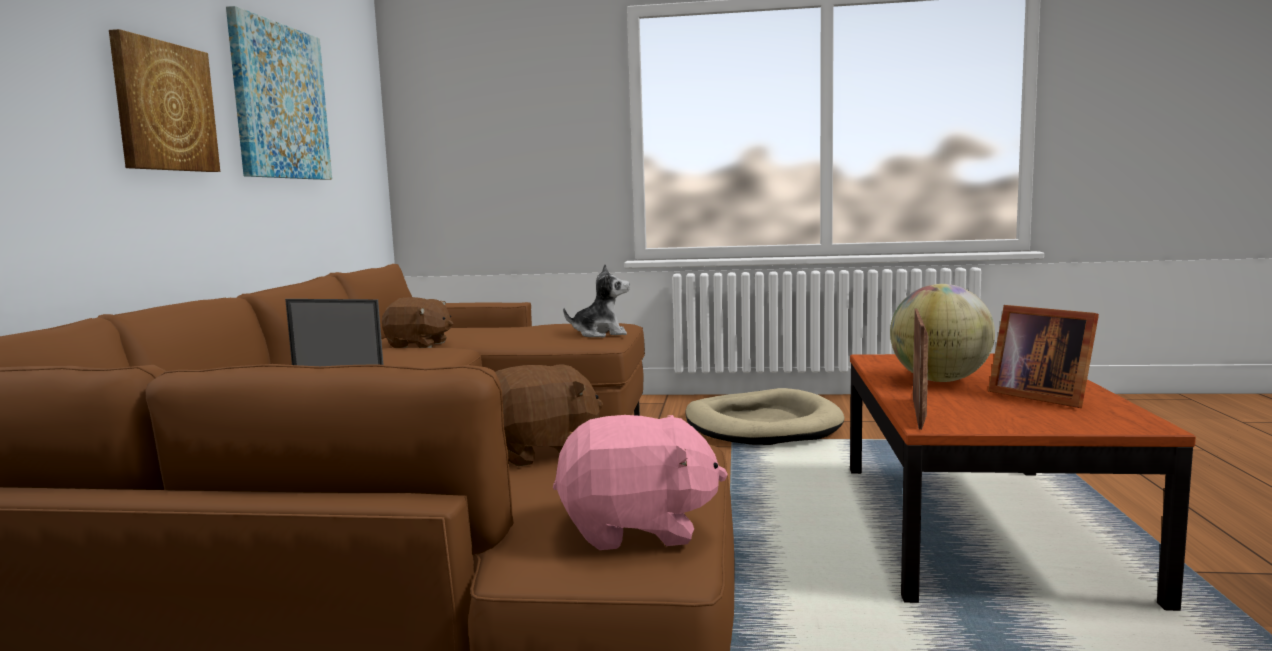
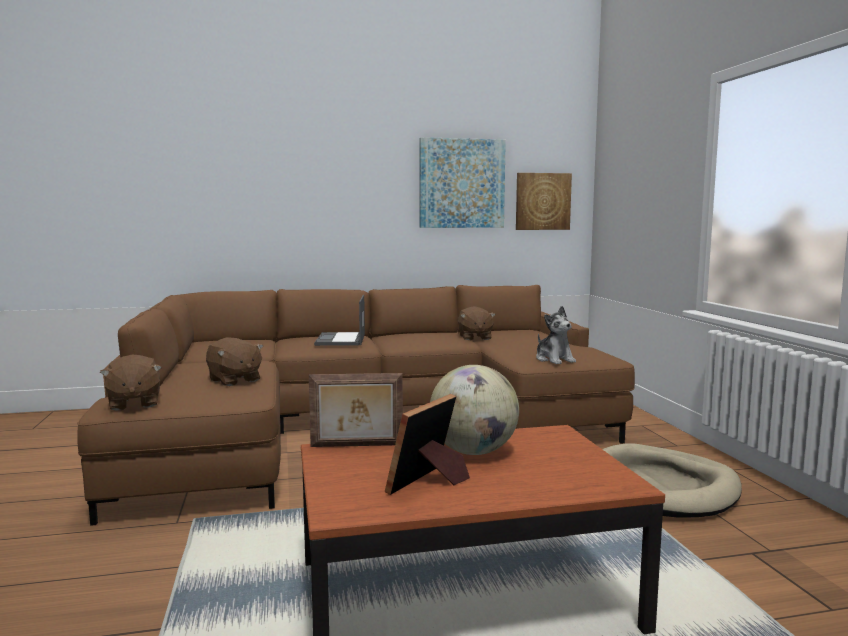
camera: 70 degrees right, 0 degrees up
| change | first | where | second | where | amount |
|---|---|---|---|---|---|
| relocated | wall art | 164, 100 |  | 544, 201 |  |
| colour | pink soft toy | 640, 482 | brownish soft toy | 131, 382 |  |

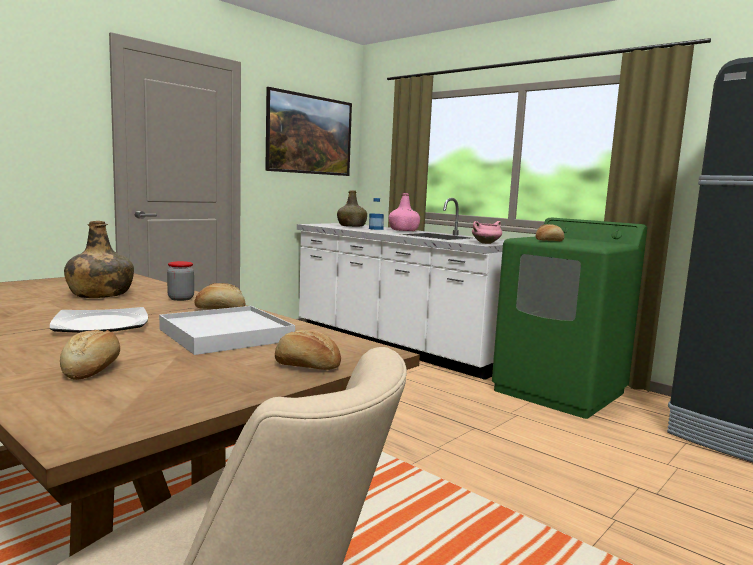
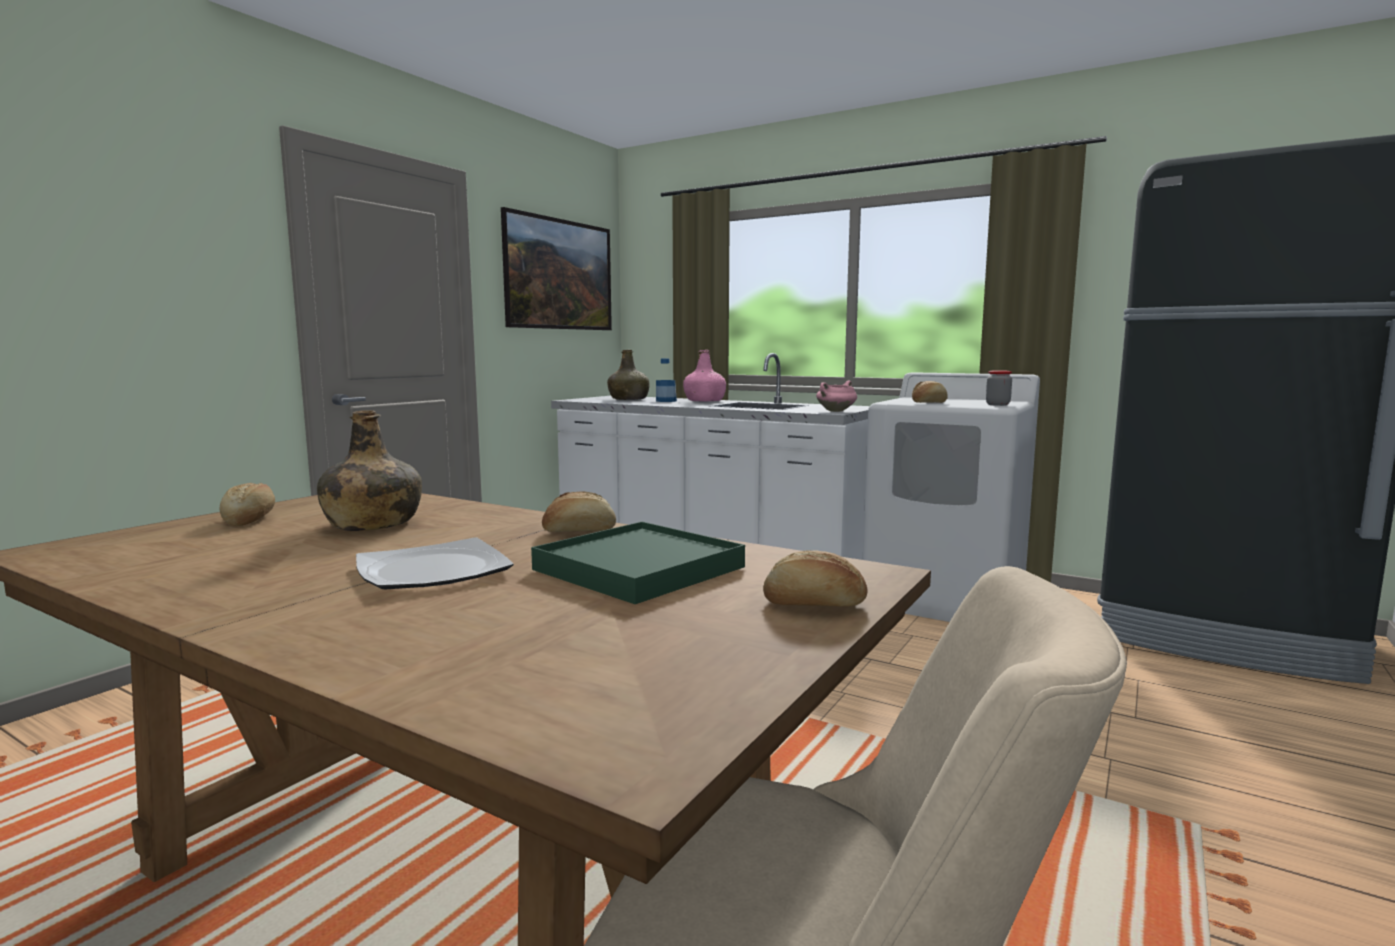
camera: 10 degrees left, 0 degrees up
| change | first | where | second | where | amount |
|---|---|---|---|---|---|
| colour | green washing machine | 569, 318 | white washing machine | 951, 497 |  |
| relocated | preserve jar | 180, 281 |  | 999, 388 |  |
| colour | white serving tray | 227, 330 | green serving tray | 638, 563 |  |
| relocated | bakery bread | 90, 355 |  | 247, 504 |  |

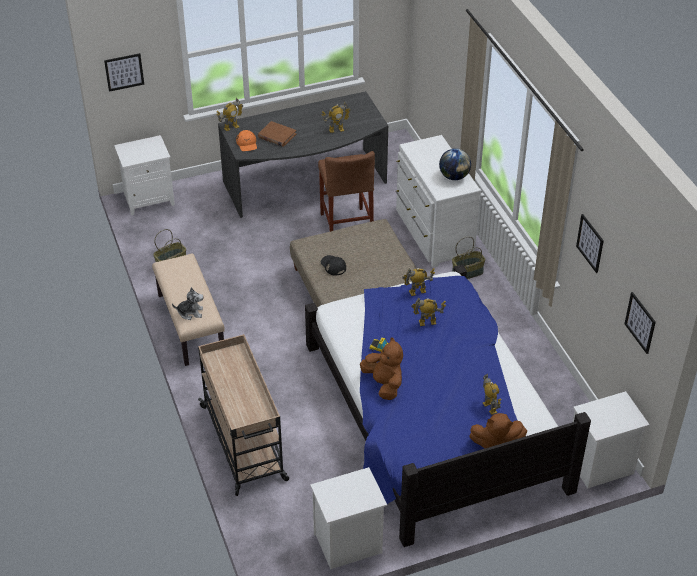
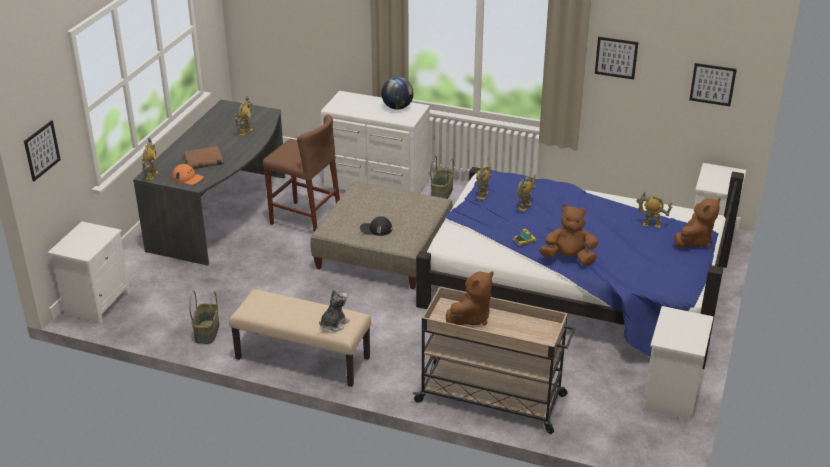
camera: 50 degrees left, 10 degrees down
| change | first | where | second | where | amount |
|---|---|---|---|---|---|
| appeared |  |  | brownish soft toy | 469, 298 |  |

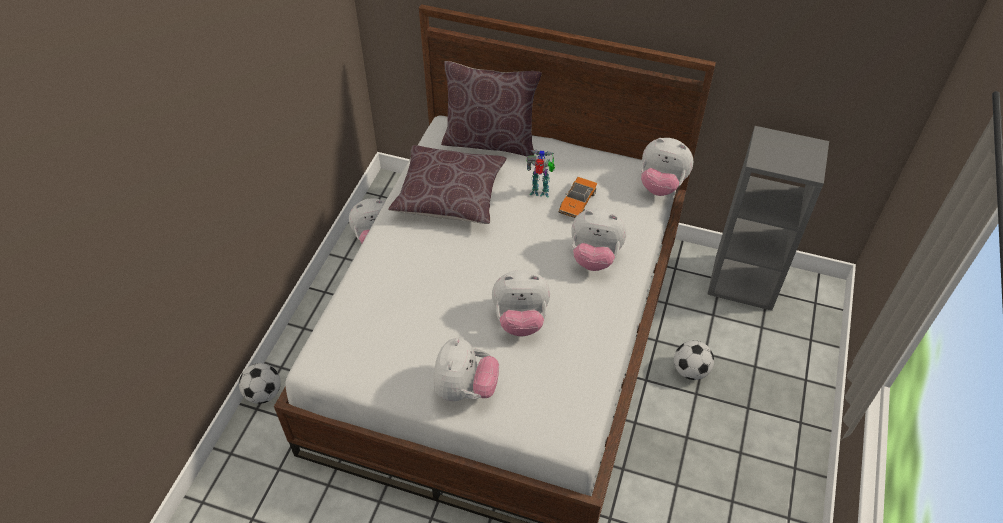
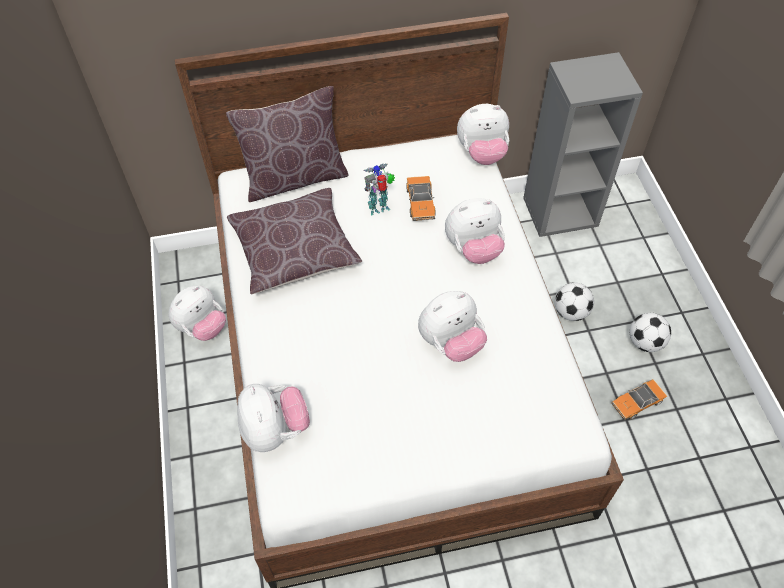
camera: 30 degrees left, 5 degrees up
| change | first | where | second | where | amount |
|---|---|---|---|---|---|
| relocated | soft toy | 466, 369 |  | 273, 418 |  |
| relocated | football ball | 260, 383 |  | 650, 332 |  |
| appeared |  |  | model car | 639, 399 |  |

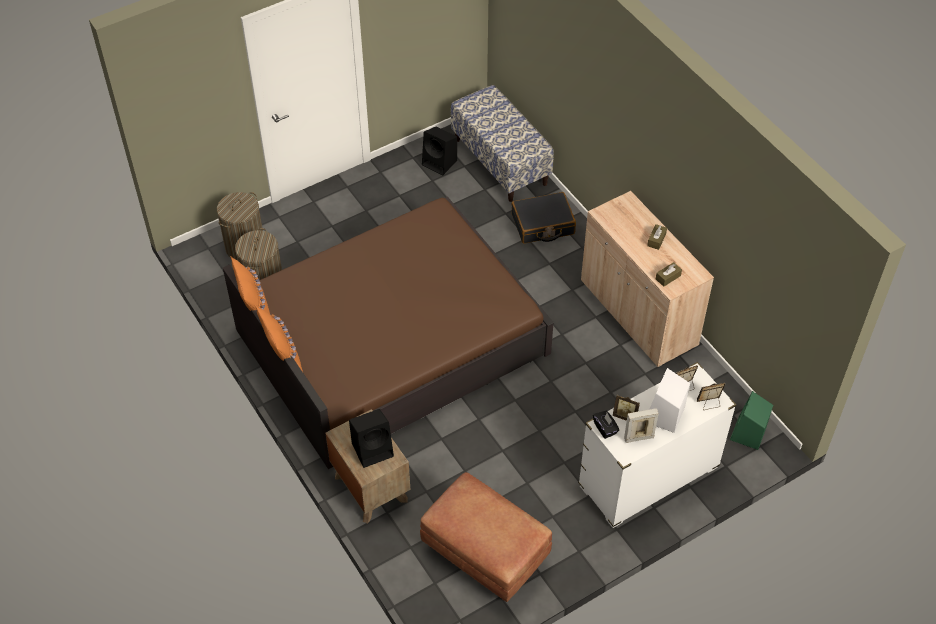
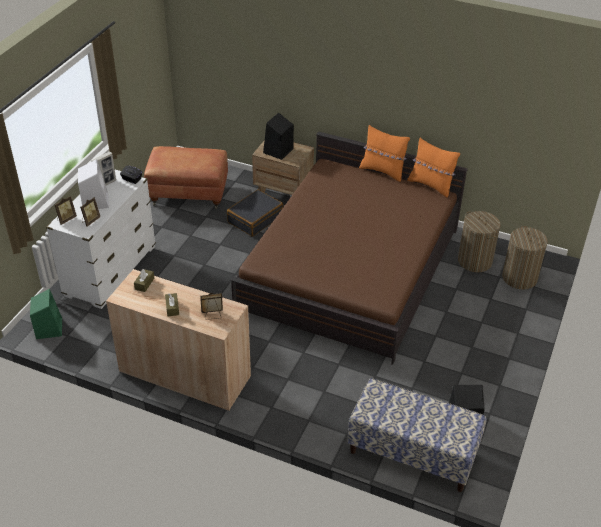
camera: 145 degrees right, 10 degrees down
| change | first | where | second | where | amount |
|---|---|---|---|---|---|
| relocated | black suitcase | 543, 218 |  | 255, 212 |  |
| relocated | standing frame | 626, 408 |  | 211, 306 |  |

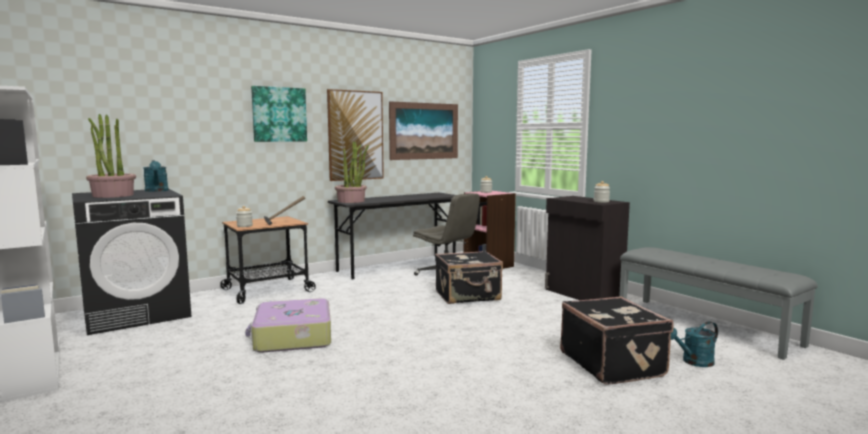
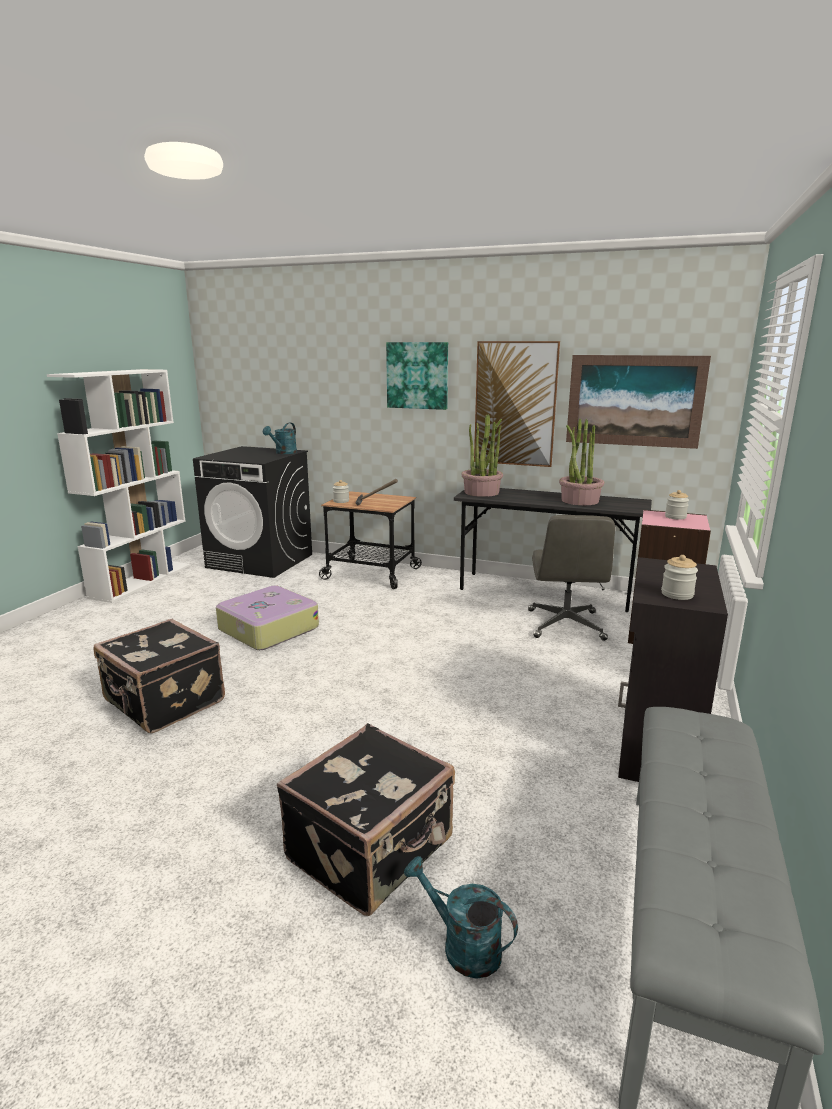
camera: 55 degrees right, 10 degrees up
| change | first | where | second | where | amount |
|---|---|---|---|---|---|
| relocated | plant in a pot | 111, 156 |  | 582, 462 |  |
| relocated | black suitcase | 469, 277 |  | 159, 676 |  |

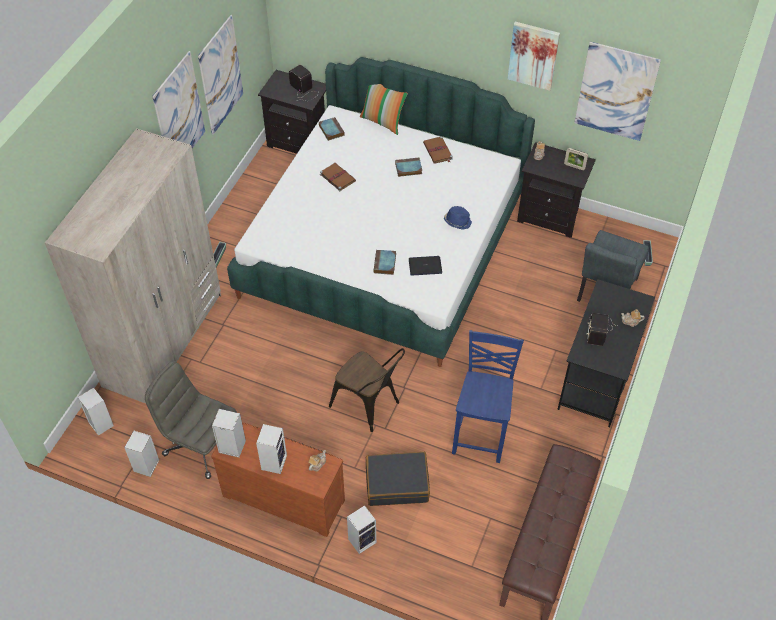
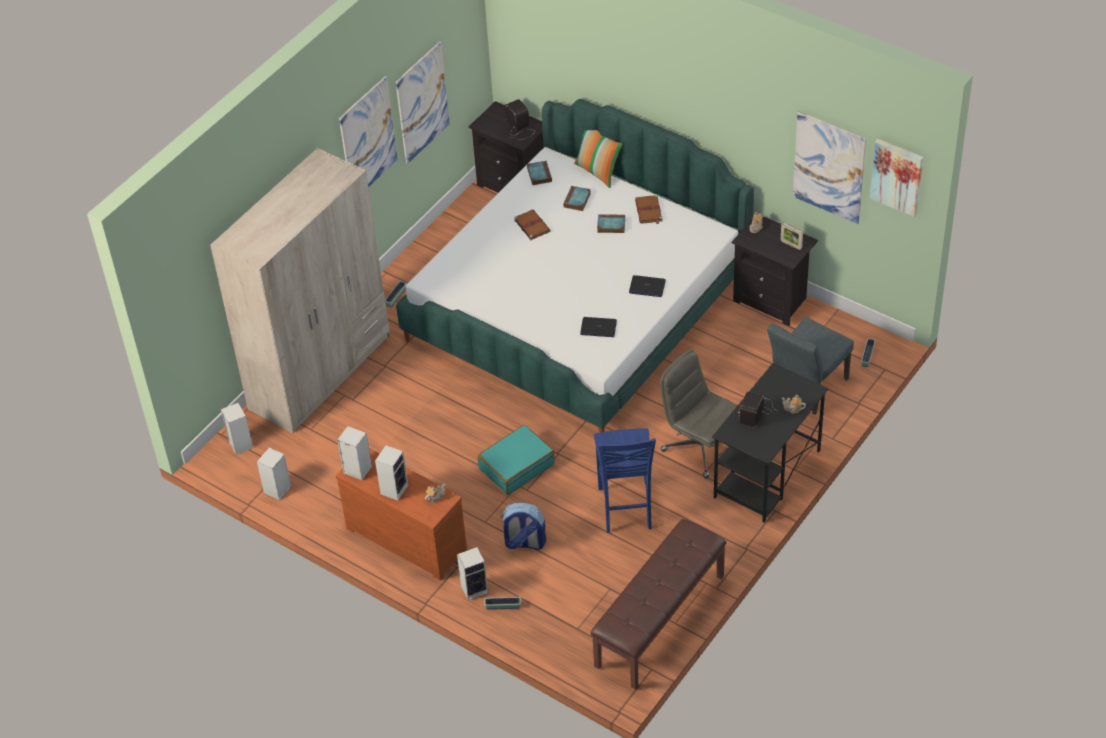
camera: 15 degrees right, 5 degrees down
| change | first | where | second | where | amount |
|---|---|---|---|---|---|
| relocated | wall art | 534, 56 |  | 896, 178 |  |
| exchanged | blue clothing hat | 458, 218 | notebook computer | 647, 286 |  |
| relocated | bound book | 385, 262 |  | 577, 198 |  |
| spun | blue plain chair | 488, 396 |  | 625, 480 | 150 degrees clockwise |
| exchanged | brownish plain chair | 367, 390 | turquoise suitcase | 516, 460 |  |
| relocated | grey office chair | 191, 420 |  | 699, 414 |  |
| exchanged | black suitcase | 398, 479 | rucksack | 523, 526 |  |
| appeared |  |  | flower pot | 502, 603 |  |

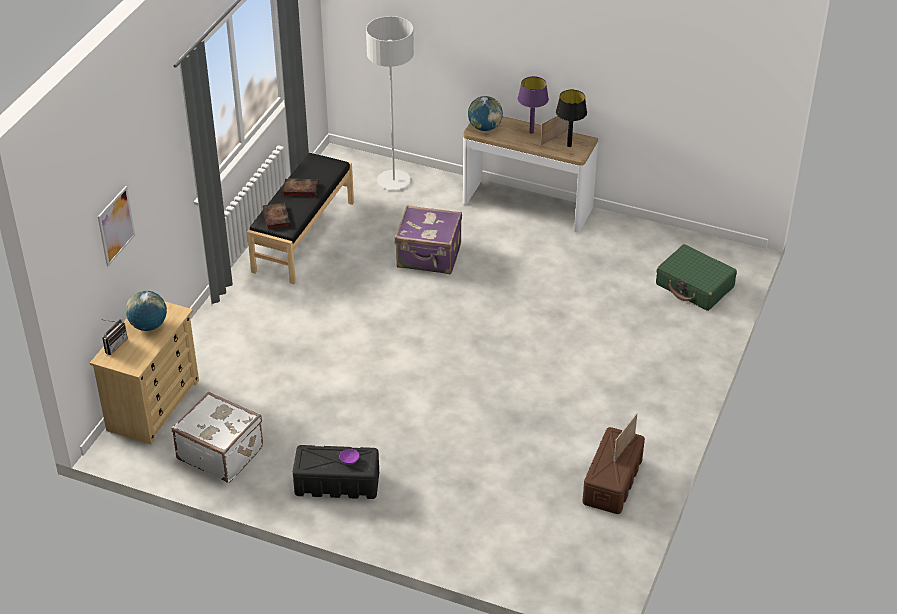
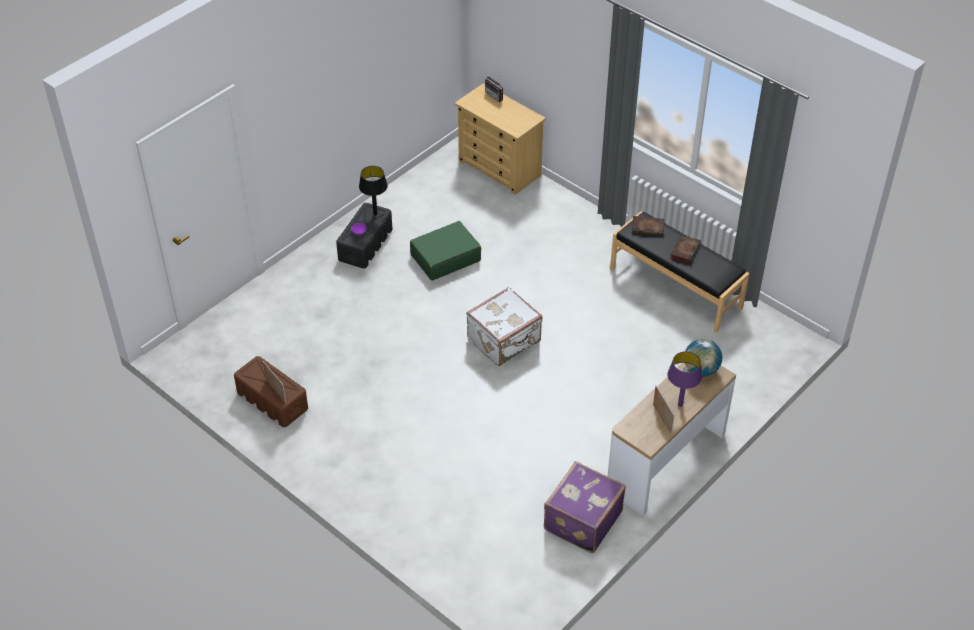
camera: 110 degrees right, 5 degrees up
| change | first | where | second | where | amount |
|---|---|---|---|---|---|
| missing | grey standard lamp | 390, 103 |  |  |  |
| relocated | black table lamp | 571, 118 |  | 373, 191 |  |
| missing | wall art | 116, 226 |  |  |  |
| relocated | purple suitcase | 428, 239 |  | 585, 507 |  |
| relocated | green suitcase | 696, 277 |  | 445, 251 |  |
| missing | globe | 146, 311 |  |  |  |
| relocated | white suitcase | 217, 437 |  | 504, 326 |  |

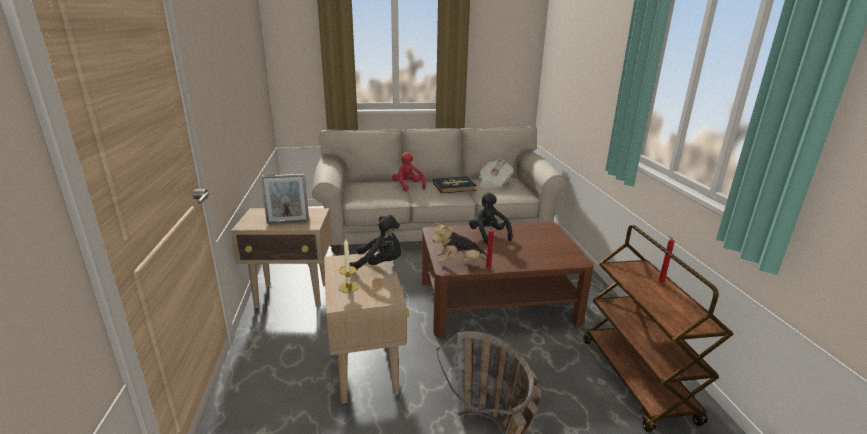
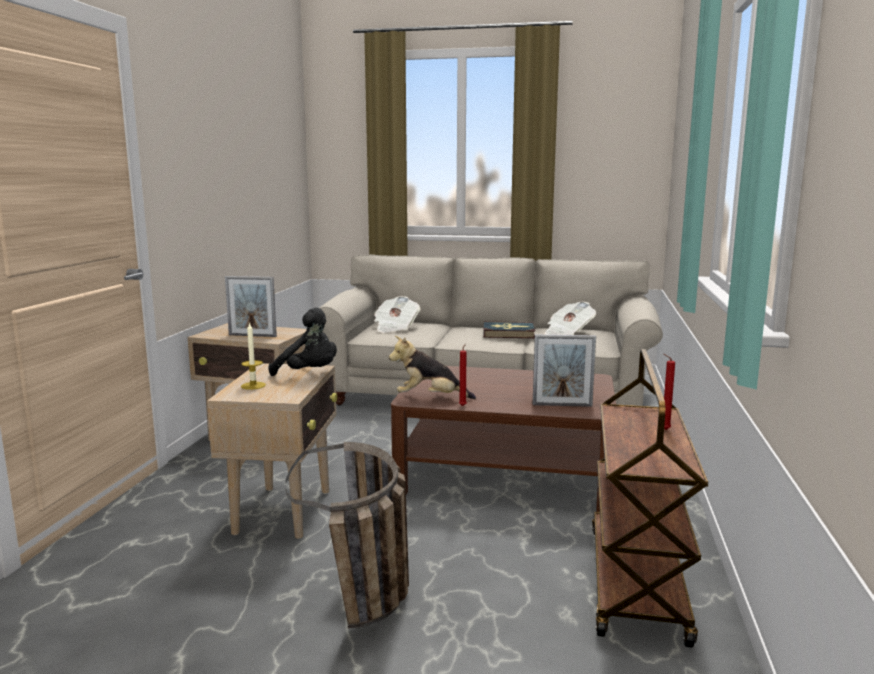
camera: 20 degrees right, 10 degrees down
| change | first | where | second | where | amount |
|---|---|---|---|---|---|
| missing | red soft toy | 409, 172 |  |  |  |
| missing | black soft toy | 491, 218 |  |  |  |
| appeared |  |  | daily paper | 397, 314 |  |
| appeared |  |  | standing frame | 564, 371 |  |

